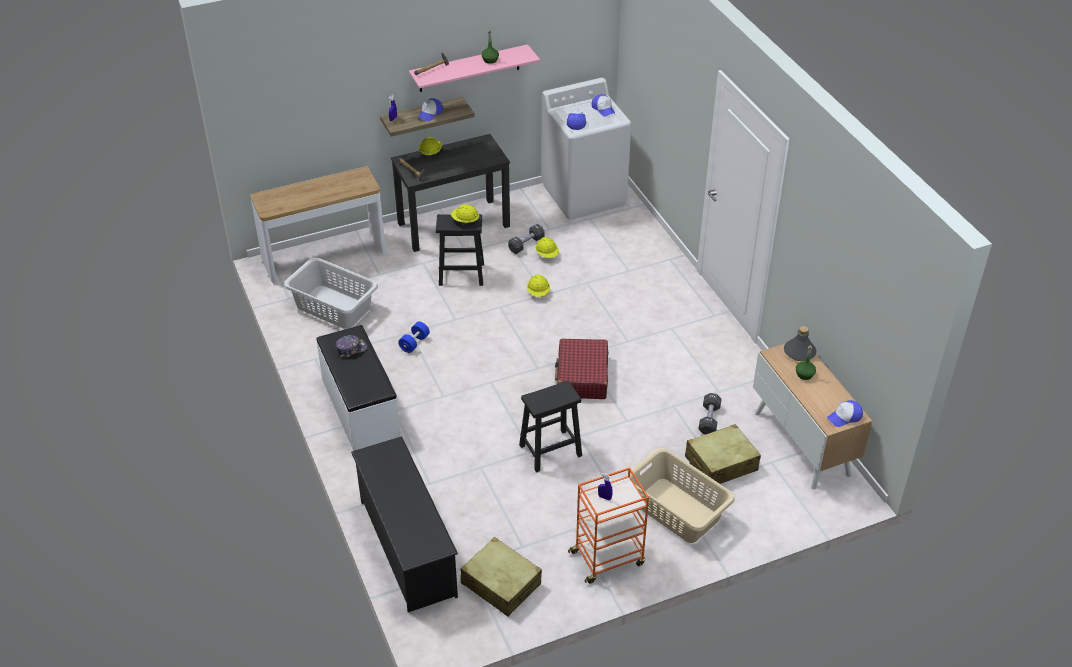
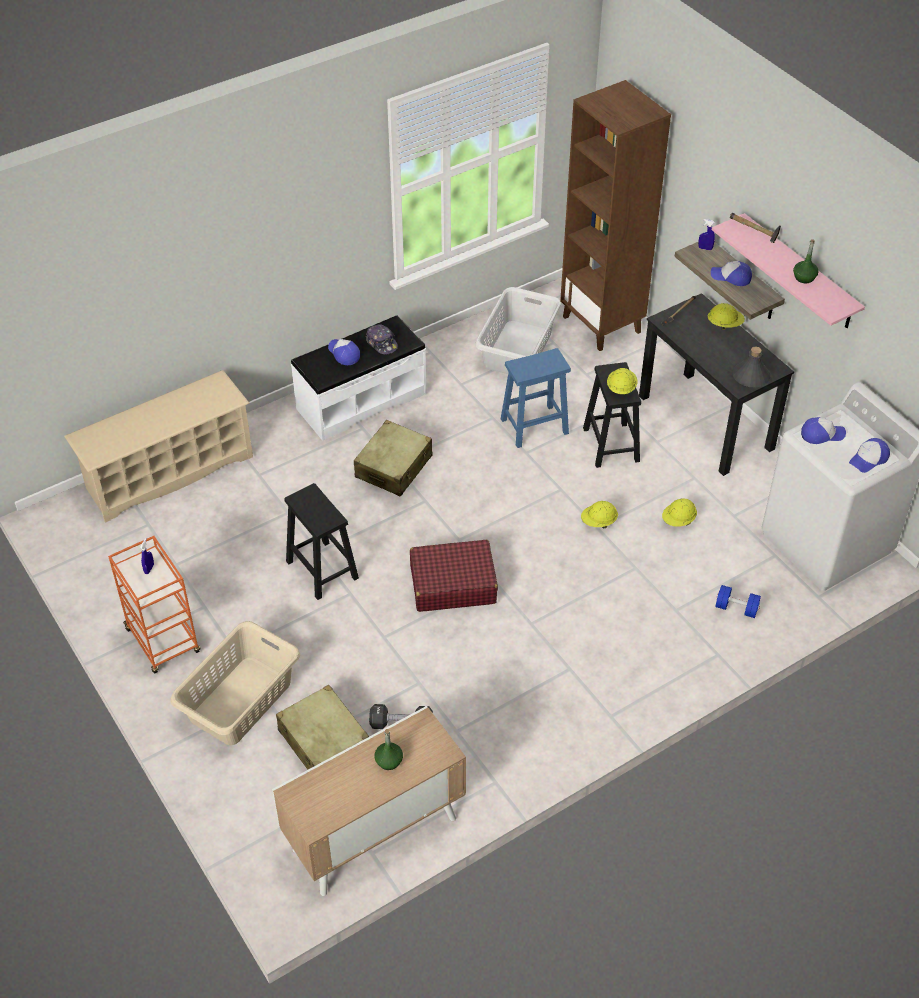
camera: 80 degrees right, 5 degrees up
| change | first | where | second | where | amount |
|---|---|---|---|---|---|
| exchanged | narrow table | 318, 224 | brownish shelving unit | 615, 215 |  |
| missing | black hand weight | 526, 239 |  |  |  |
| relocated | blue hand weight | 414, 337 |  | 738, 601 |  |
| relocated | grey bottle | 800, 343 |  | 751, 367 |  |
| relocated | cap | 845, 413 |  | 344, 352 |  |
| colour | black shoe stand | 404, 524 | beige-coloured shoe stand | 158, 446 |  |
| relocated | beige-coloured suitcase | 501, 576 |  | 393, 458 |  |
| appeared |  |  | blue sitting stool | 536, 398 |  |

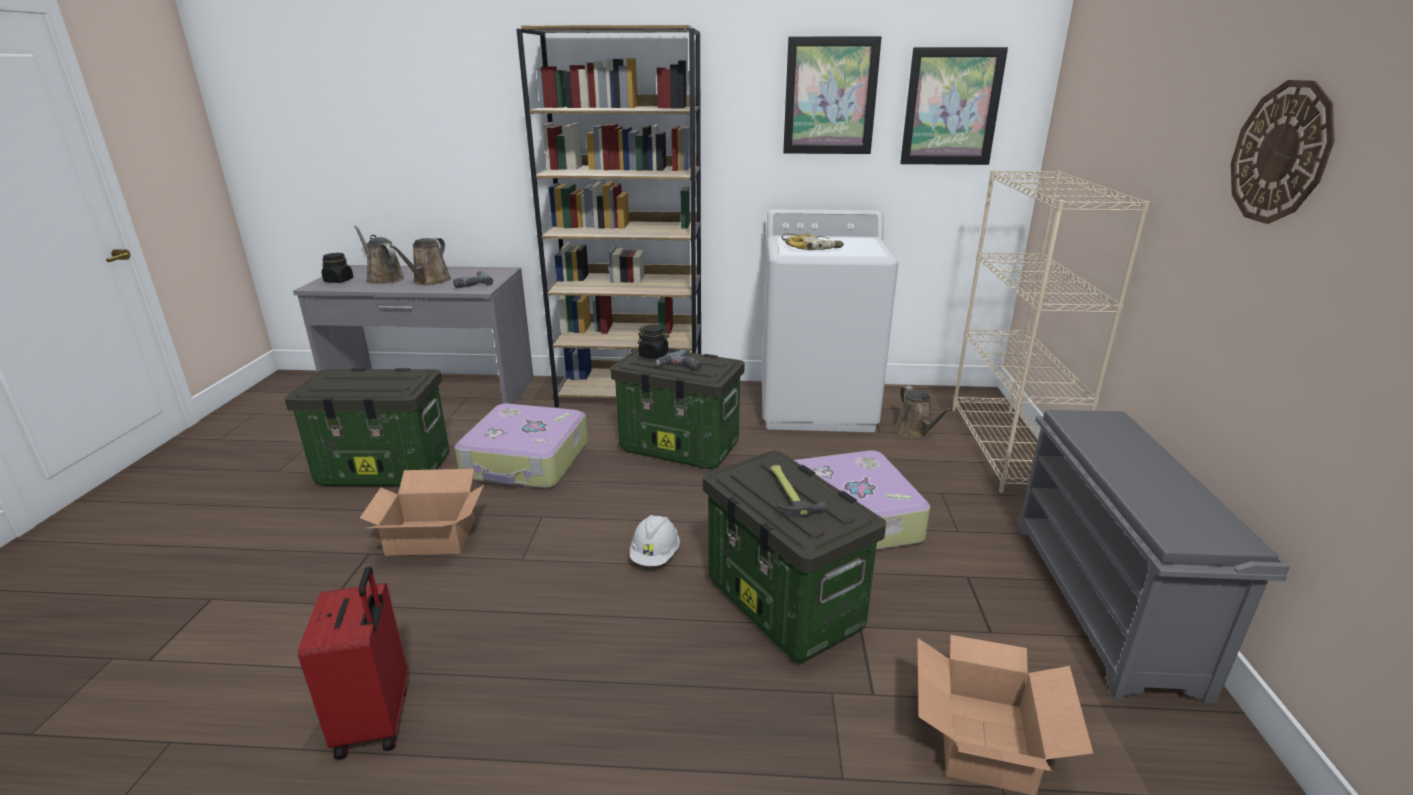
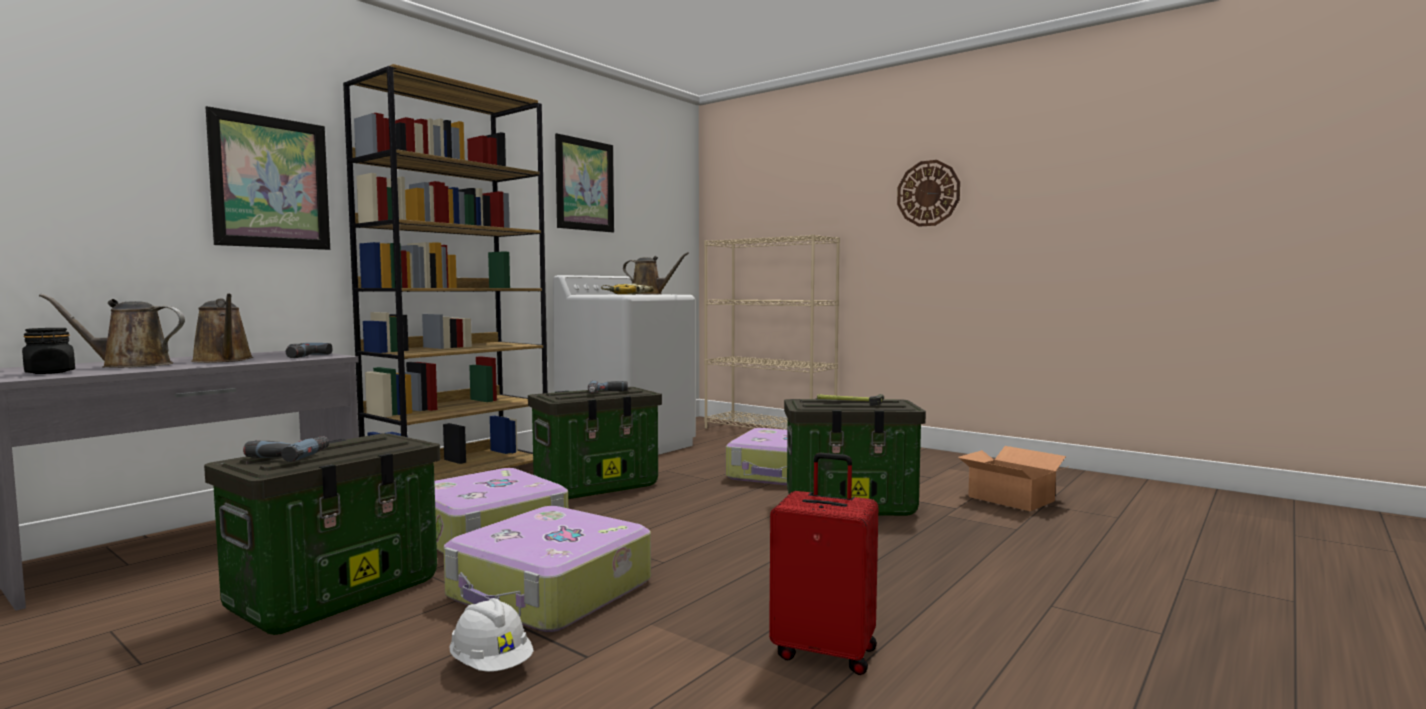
camera: 55 degrees left, 20 degrees down
| change | first | where | second | where | amount |
|---|---|---|---|---|---|
| relocated | wall art | 954, 106 |  | 268, 178 |  |
| missing | black preserve jar | 654, 342 |  |  |  |
| relocated | brownish watering can | 923, 412 |  | 656, 273 |  |
| missing | grey shoe stand | 1153, 557 |  |  |  |
| exchanged | packing box | 422, 512 | suitcase | 547, 569 |  |
| relocated | white hard hat | 655, 540 |  | 491, 635 |  |
| appeared |  |  | power drill | 286, 449 |  |

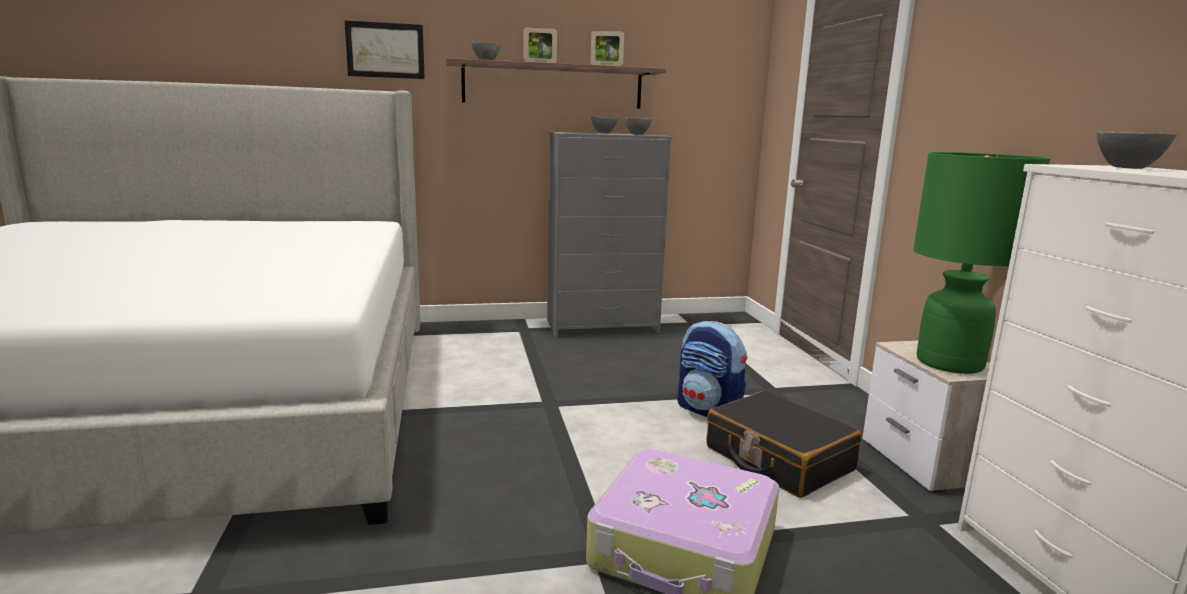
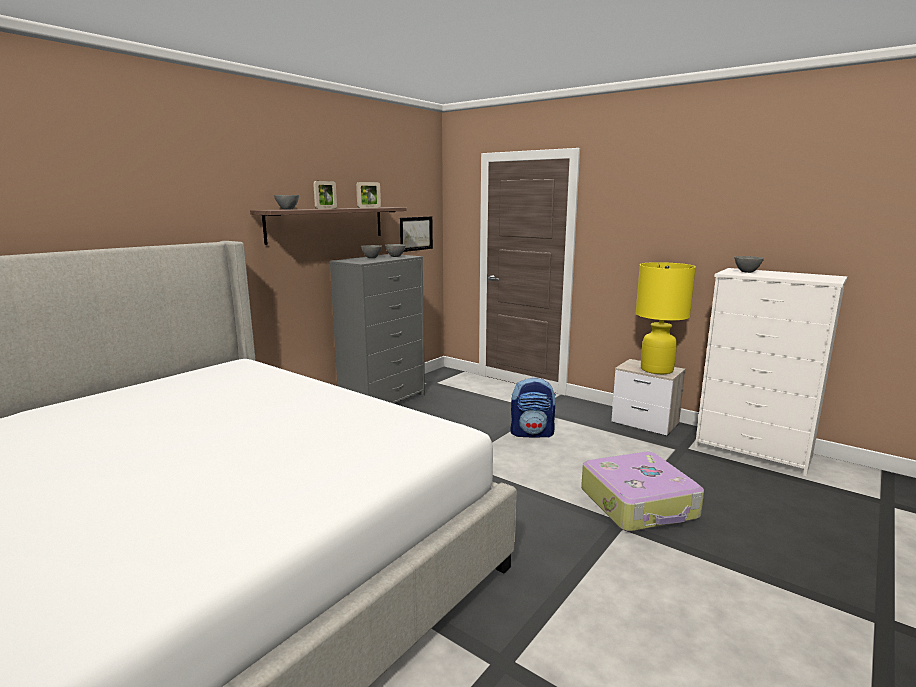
camera: 40 degrees left, 0 degrees up
| change | first | where | second | where | amount |
|---|---|---|---|---|---|
| relocated | wall art | 385, 49 |  | 416, 234 |  |
| colour | green table lamp | 982, 263 | yellow table lamp | 666, 318 |  |
| missing | black suitcase | 784, 444 |  |  |  |

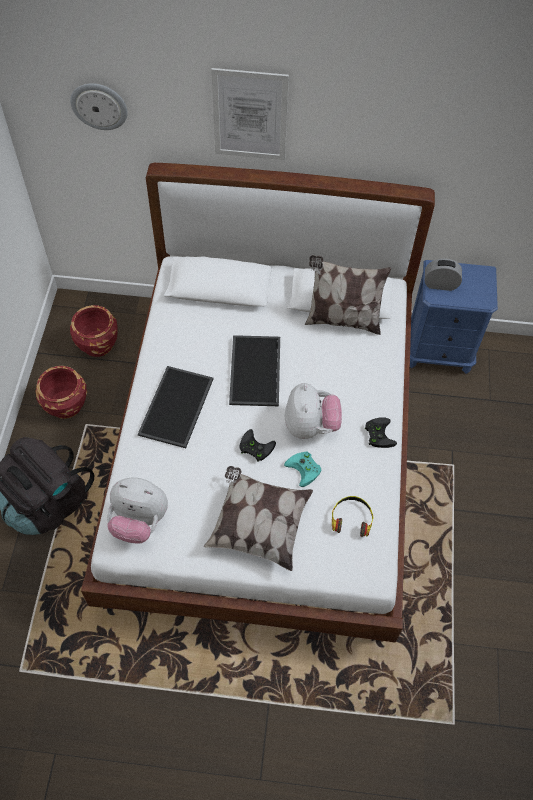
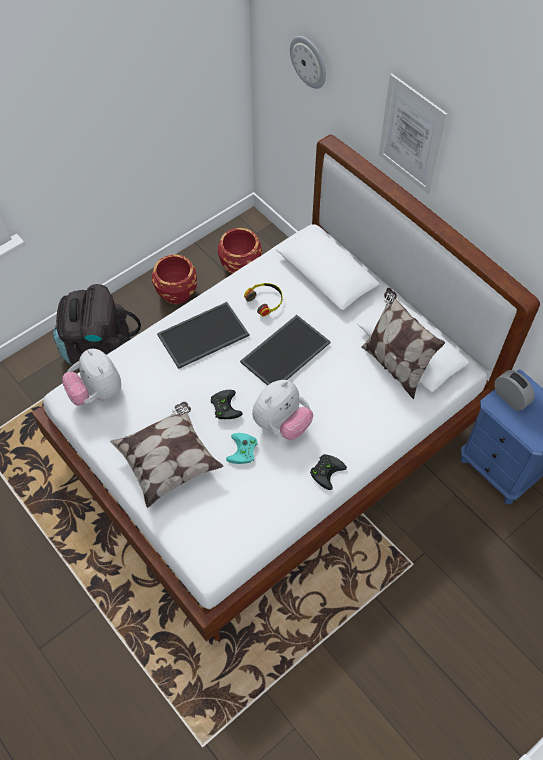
camera: 45 degrees right, 0 degrees up
| change | first | where | second | where | amount |
|---|---|---|---|---|---|
| relocated | headphones | 353, 516 |  | 263, 299 |  |

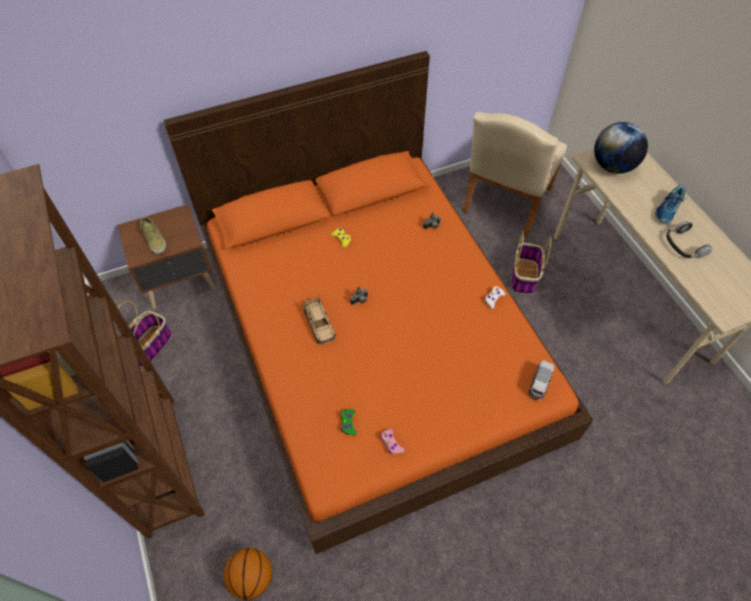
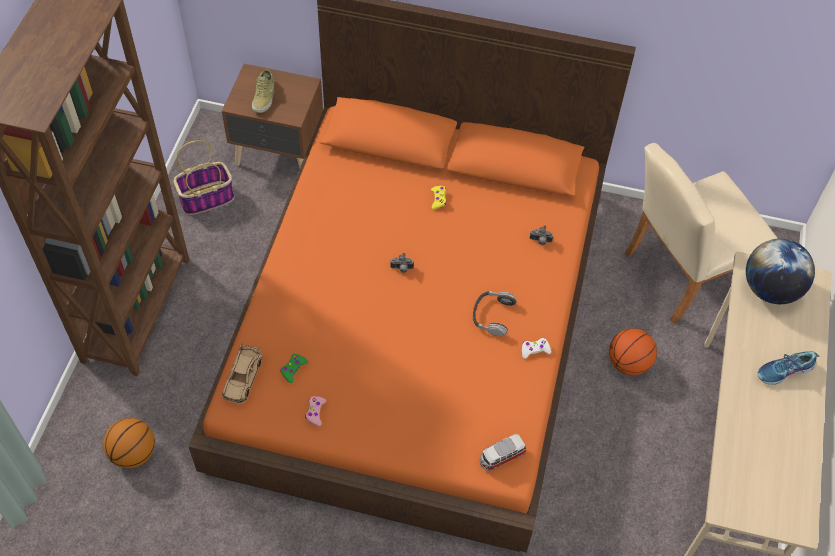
camera: 35 degrees right, 0 degrees up
| change | first | where | second | where | amount |
|---|---|---|---|---|---|
| relocated | headphones | 689, 240 |  | 495, 313 |  |
| exchanged | storage basket | 531, 262 | basketball | 633, 351 |  |
| relocated | beige-coloured model car | 319, 320 |  | 242, 373 |  |

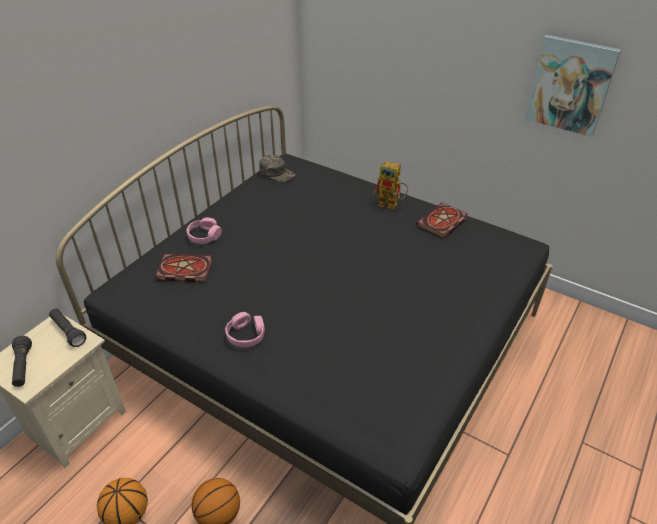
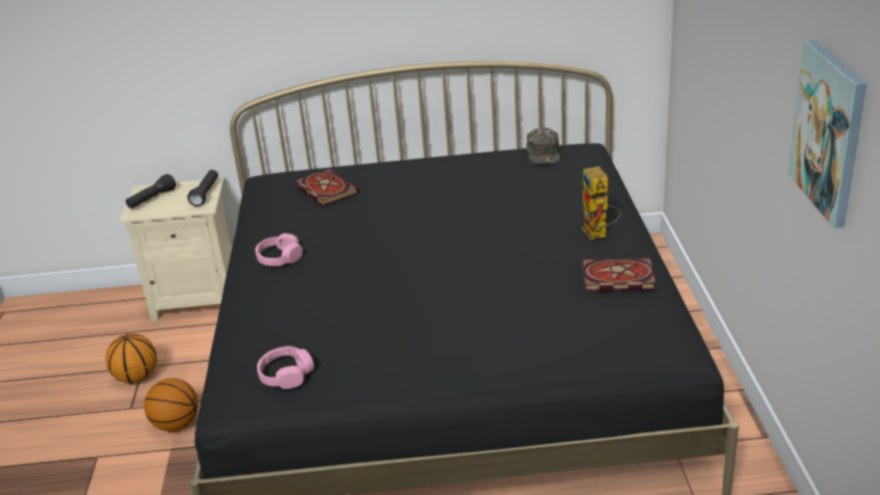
camera: 55 degrees right, 10 degrees down
| change | first | where | second | where | amount |
|---|---|---|---|---|---|
| relocated | pink headphones | 204, 231 |  | 285, 367 |  |

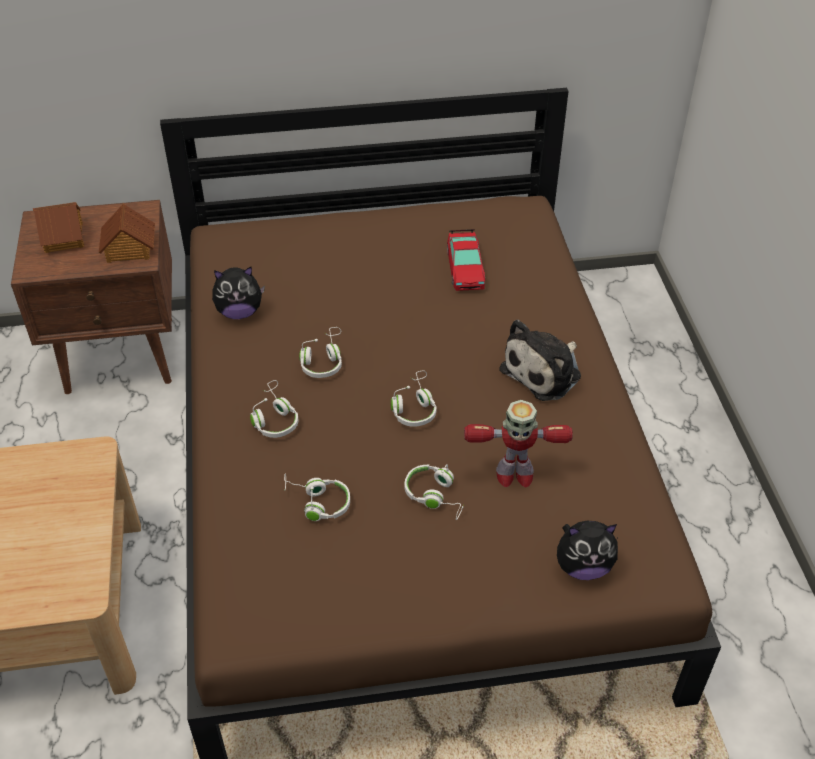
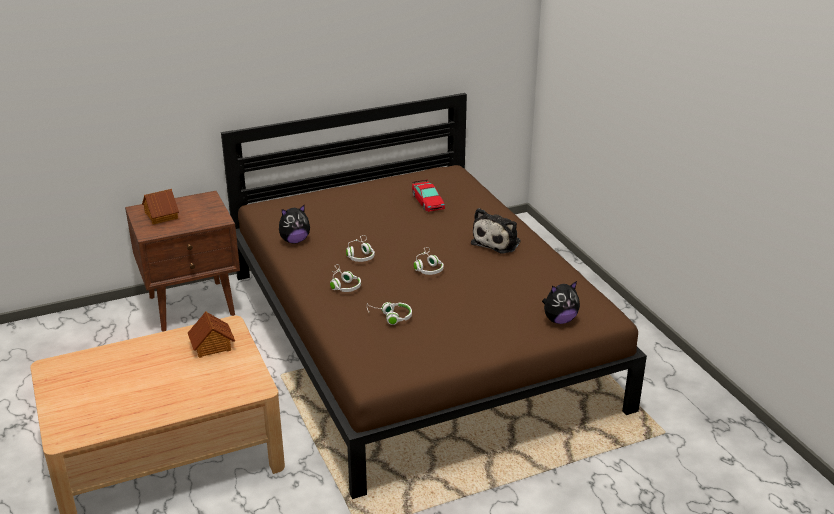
camera: 15 degrees left, 15 degrees down
| change | first | where | second | where | amount |
|---|---|---|---|---|---|
| relocated | model house | 127, 233 |  | 211, 334 |  |
| missing | toy robot | 518, 443 |  |  |  |
| missing | white headphones | 434, 492 |  |  |  |

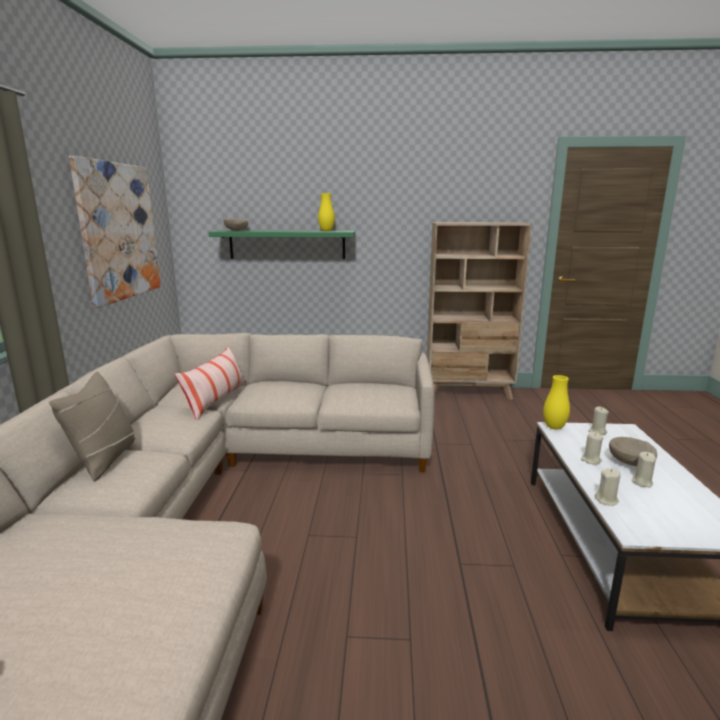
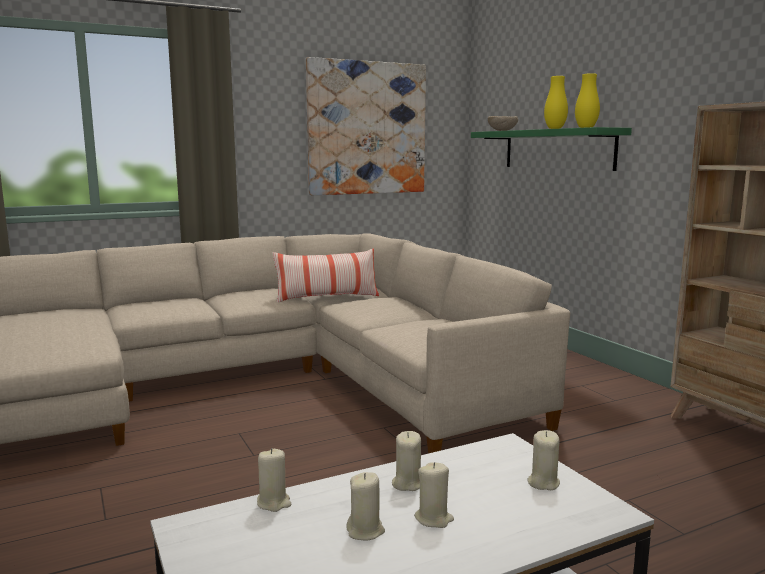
camera: 60 degrees right, 5 degrees down
| change | first | where | second | where | amount |
|---|---|---|---|---|---|
| missing | beige-coloured cushion | 92, 426 |  |  |  |
| relocated | yellow flower vase | 556, 402 |  | 556, 102 |  |
| exchanged | beige-coloured serving bowl | 633, 451 | beige-coloured wax candle | 434, 495 |  |

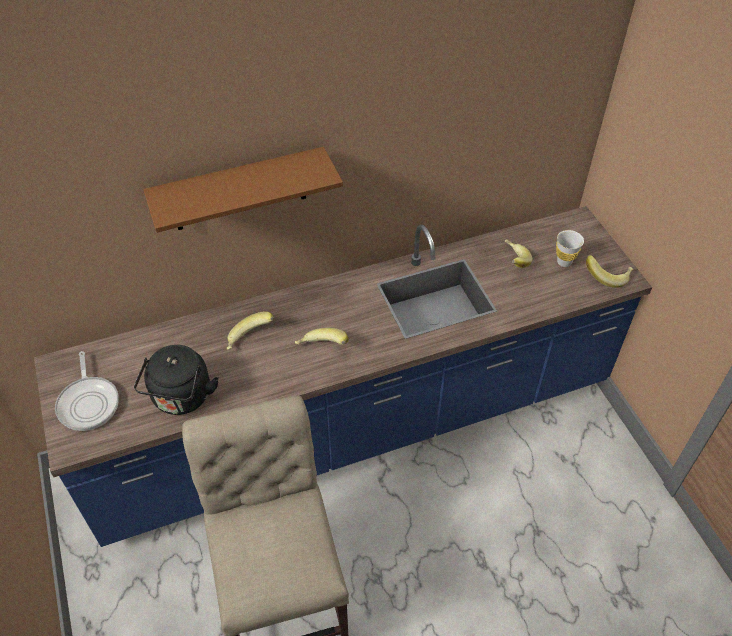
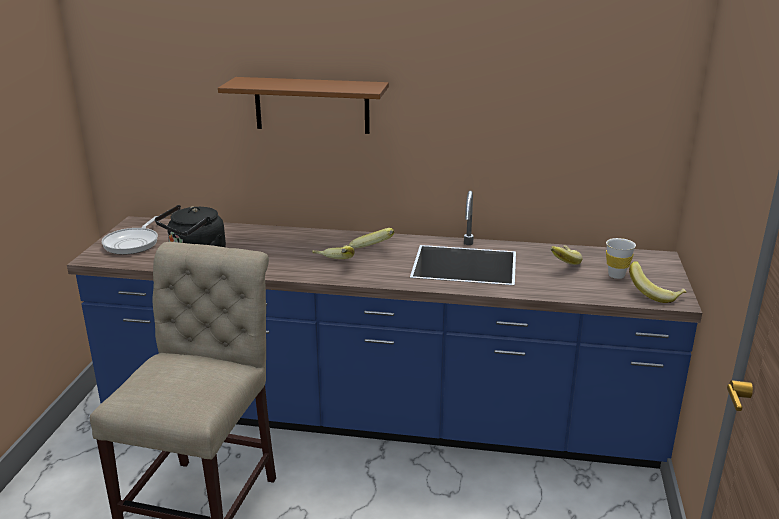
camera: 30 degrees right, 25 degrees down
| change | first | where | second | where | amount |
|---|---|---|---|---|---|
| relocated | banana fruit | 250, 331 |  | 368, 238 |  |

